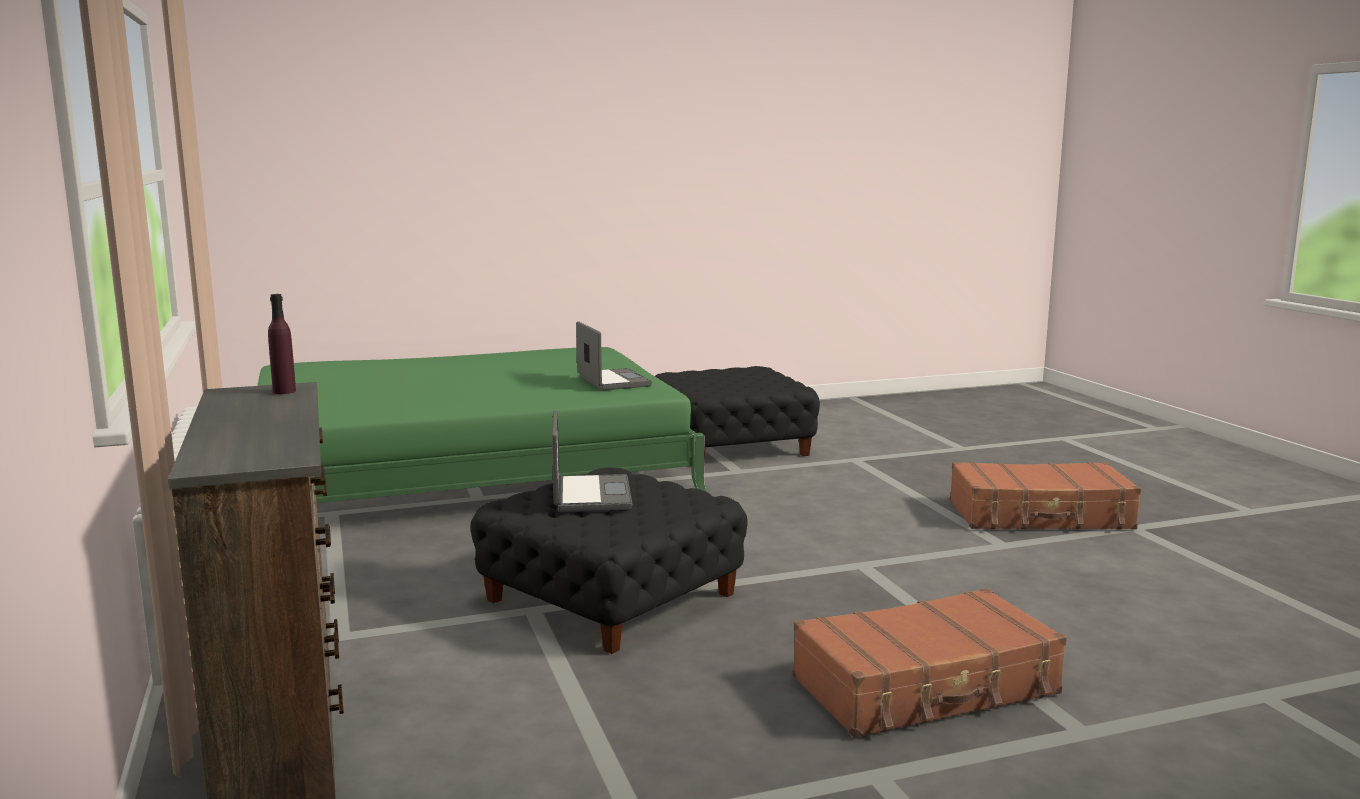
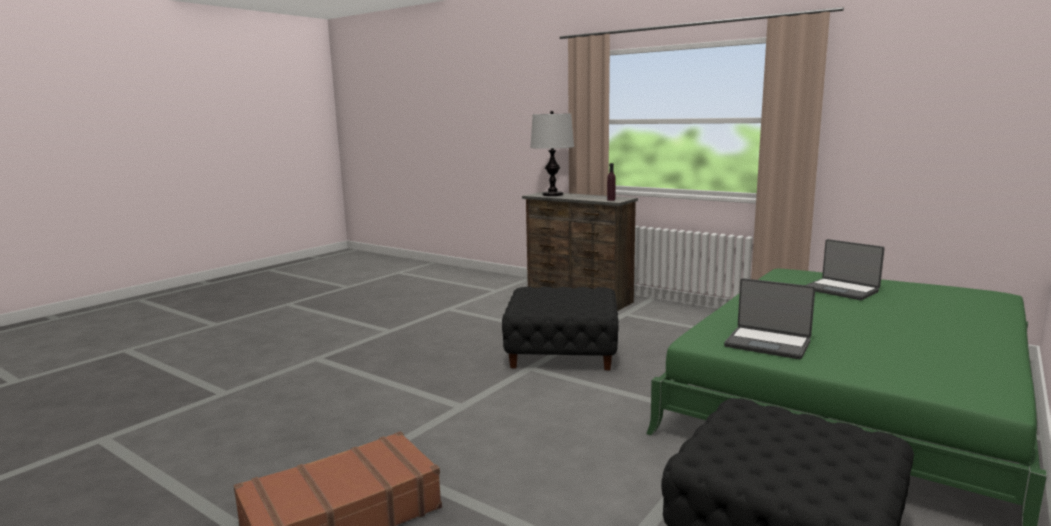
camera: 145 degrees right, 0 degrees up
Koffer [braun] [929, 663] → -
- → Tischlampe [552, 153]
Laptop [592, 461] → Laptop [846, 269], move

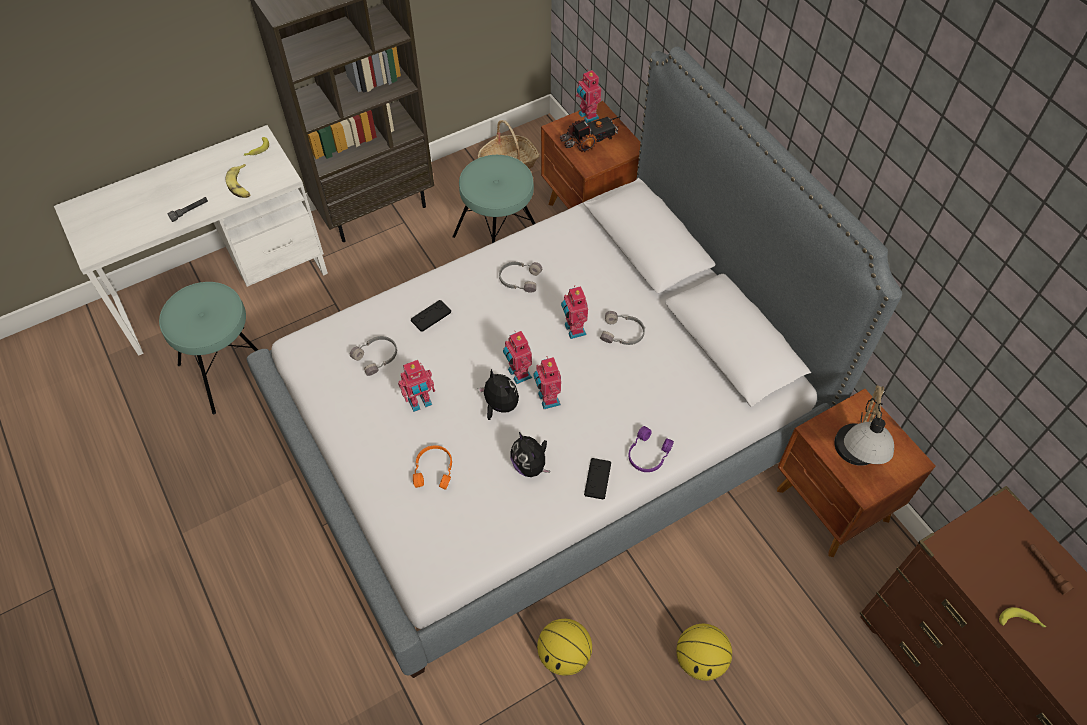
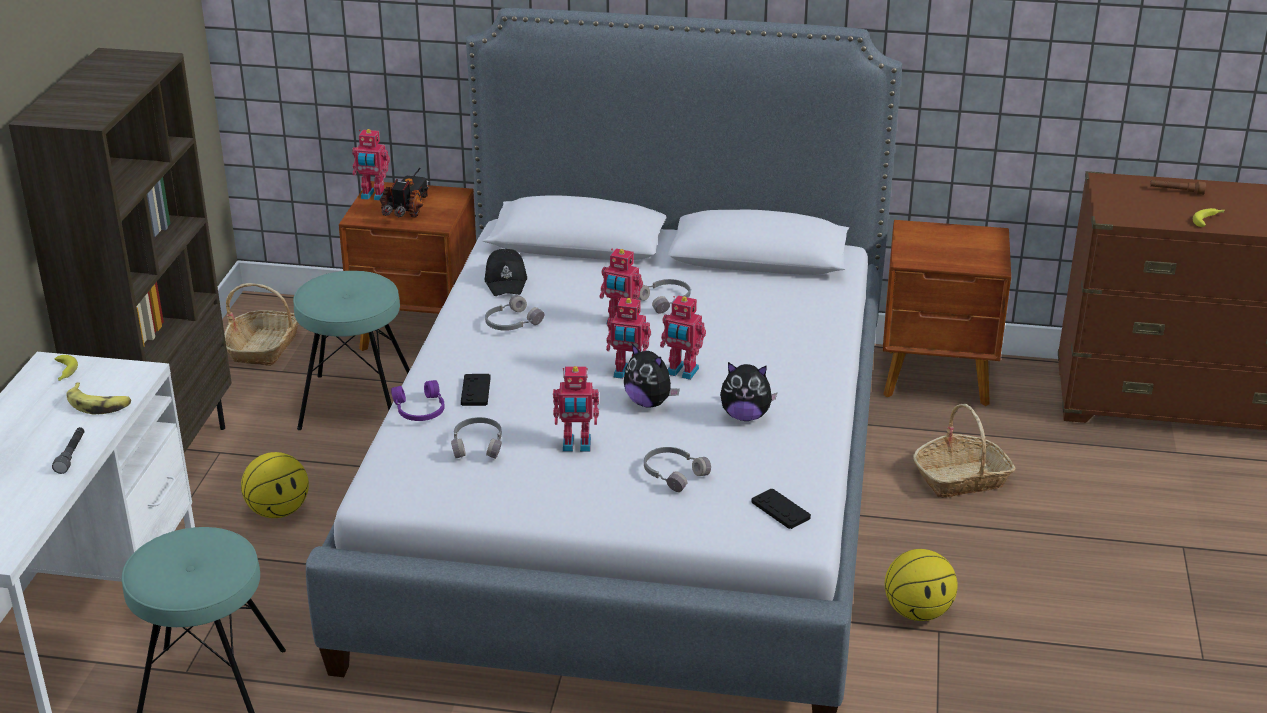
camera: 50 degrees left, 25 degrees down
Tischlampe [864, 425] → -
- → Kappe [schwarz] [506, 272]
- → Korb [964, 451]
Gamepad [schwarz] [597, 479] → Gamepad [schwarz] [781, 509], move
Kopfhörer [lila] [651, 449] → Kopfhörer [lila] [418, 400], move
Basketball [704, 652] → Basketball [275, 485], move
Kopfhörer [orange] [432, 467] → Kopfhörer [grau] [677, 469]
Spielzeugroboter [416, 386] → Spielzeugroboter [576, 409], 75 degrees clockwise
Plüschtier [498, 394] → Plüschtier [652, 376], 135 degrees counterclockwise

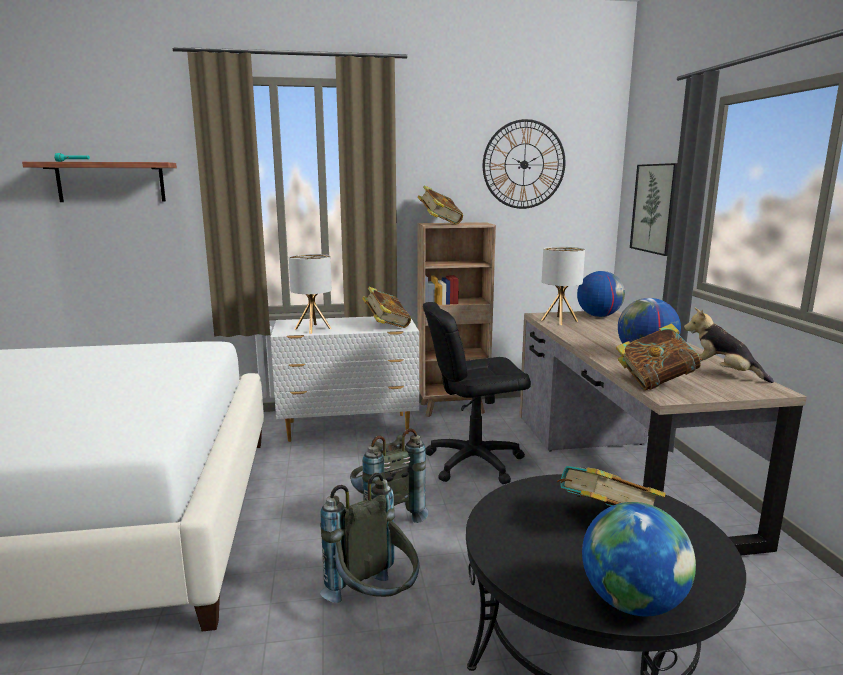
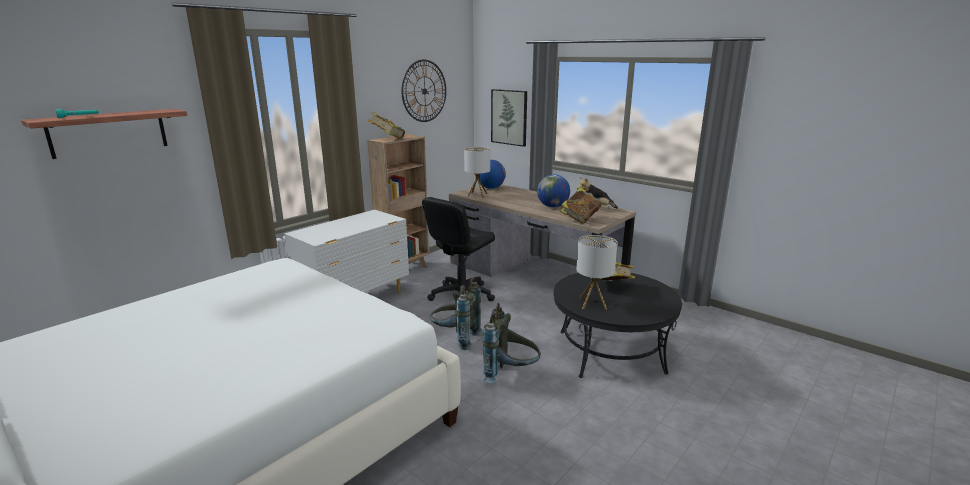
camera: 40 degrees left, 5 degrees up
Buch [386, 307] → -
Globus [639, 559] → -
Tischlampe [310, 294] → Tischlampe [596, 272], move

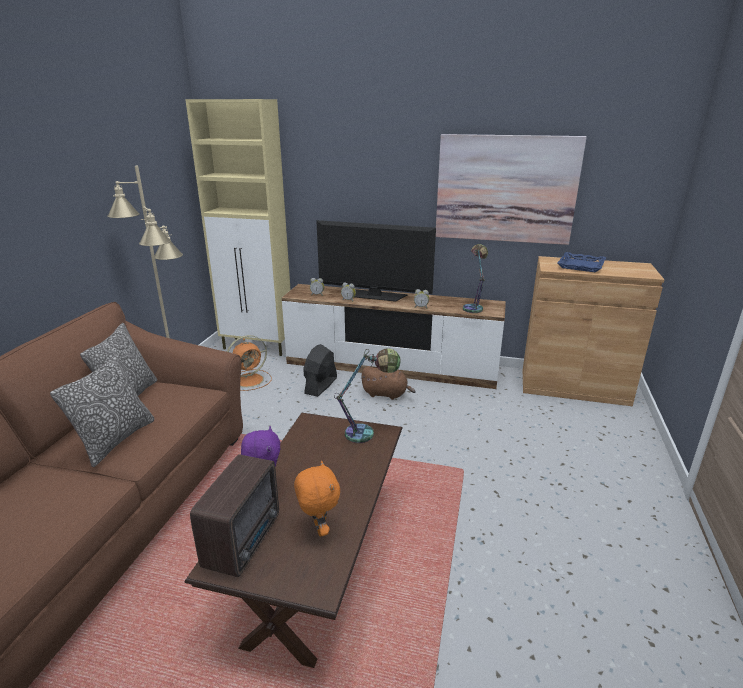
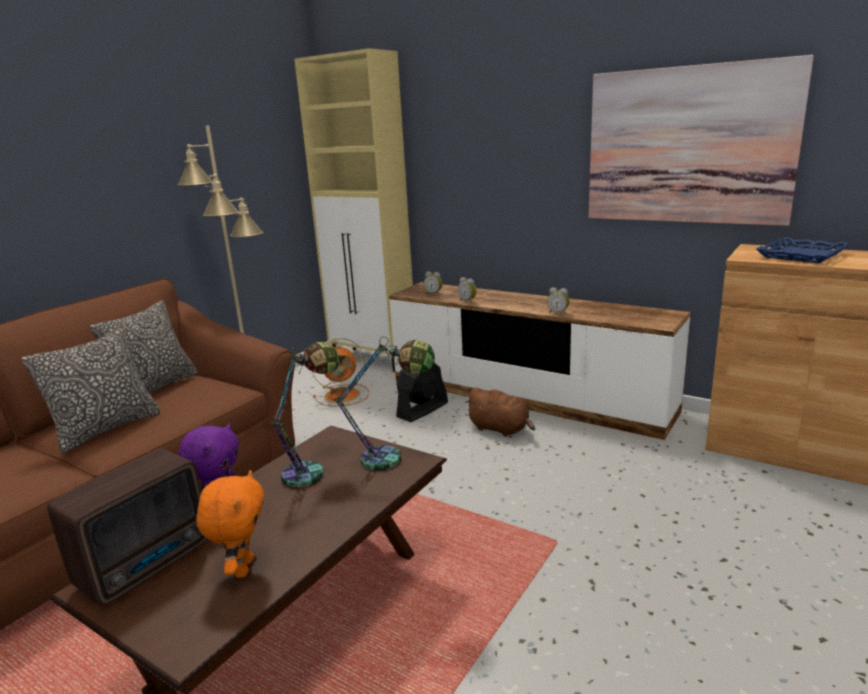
camera: 20 degrees right, 5 degrees down
Fernseher [376, 261] → -
Tischlampe [475, 278] → Tischlampe [304, 415], move

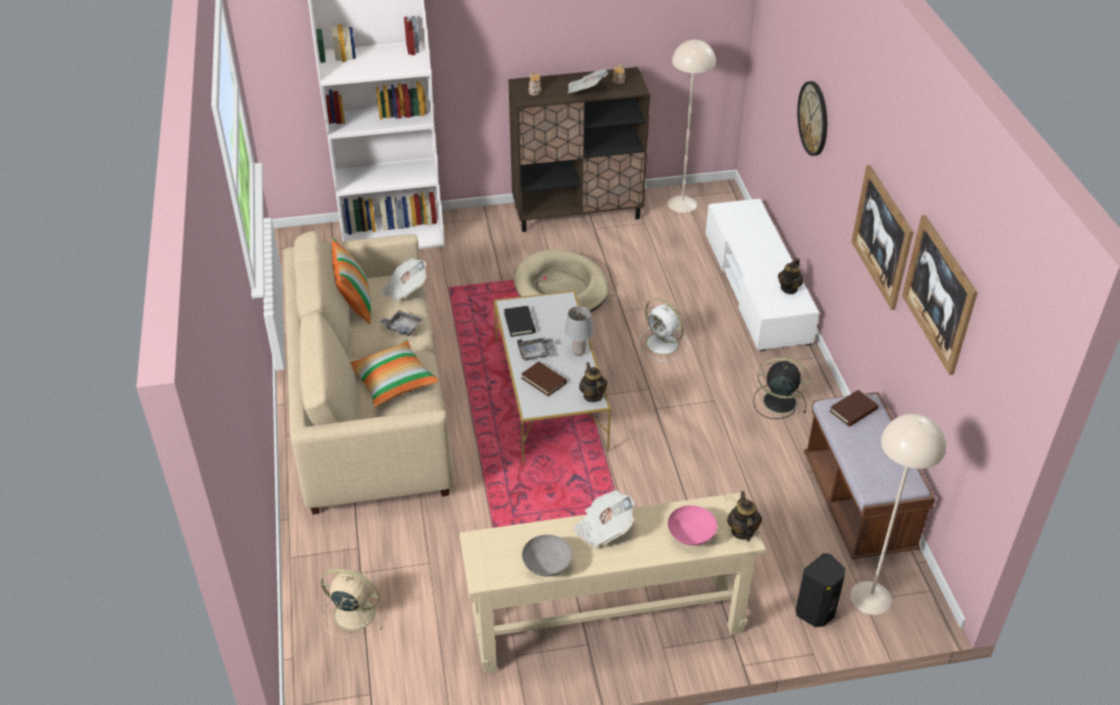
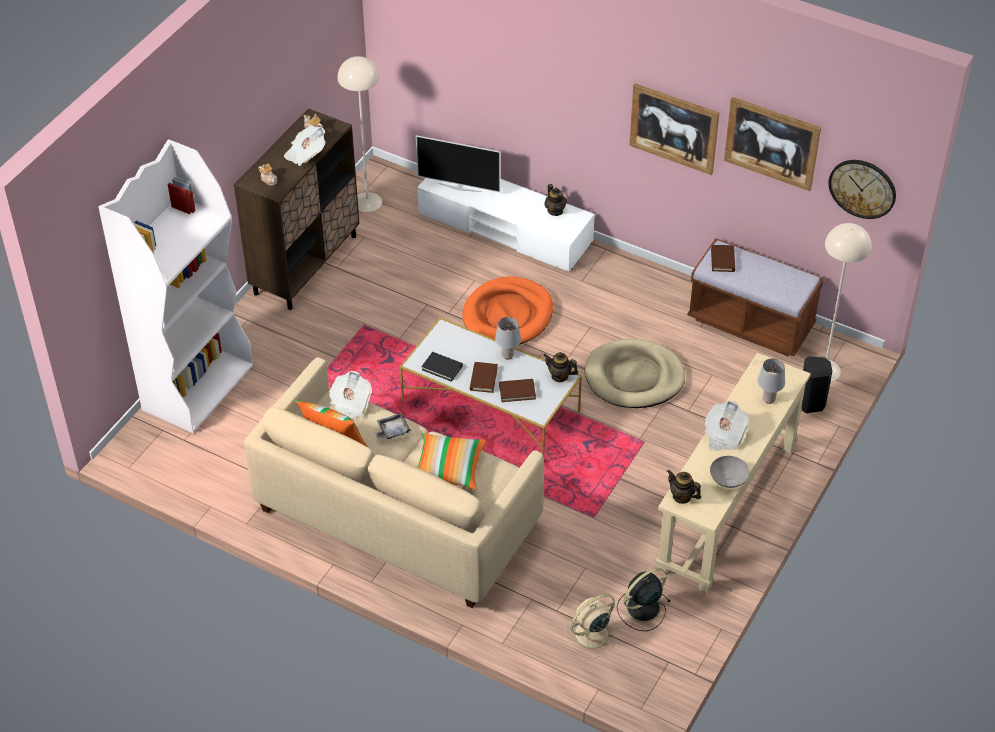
camera: 50 degrees left, 5 degrees up
- → Fernseher [458, 163]
Hundebett [beige] [561, 280] → Hundebett [beige] [634, 373], move
Teekanne [744, 516] → Teekanne [684, 487], move
Ventilator [schwarz] [781, 388] → Ventilator [schwarz] [644, 599], move
Wanduhr [812, 118] → Wanduhr [862, 189], move
Tablett [grau] [535, 349] → Buch [braun] [484, 377]
Ventilator [weiß] [663, 329] → Hundebett [orange] [507, 310]
Schüssel [rosa] [692, 525] → Tischlampe [grau] [771, 381]

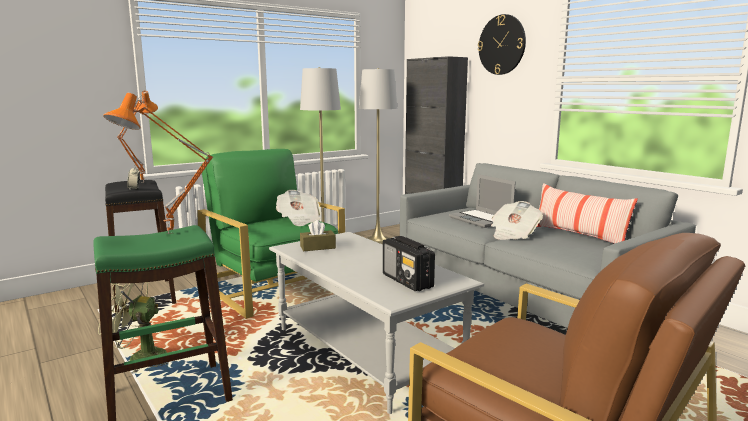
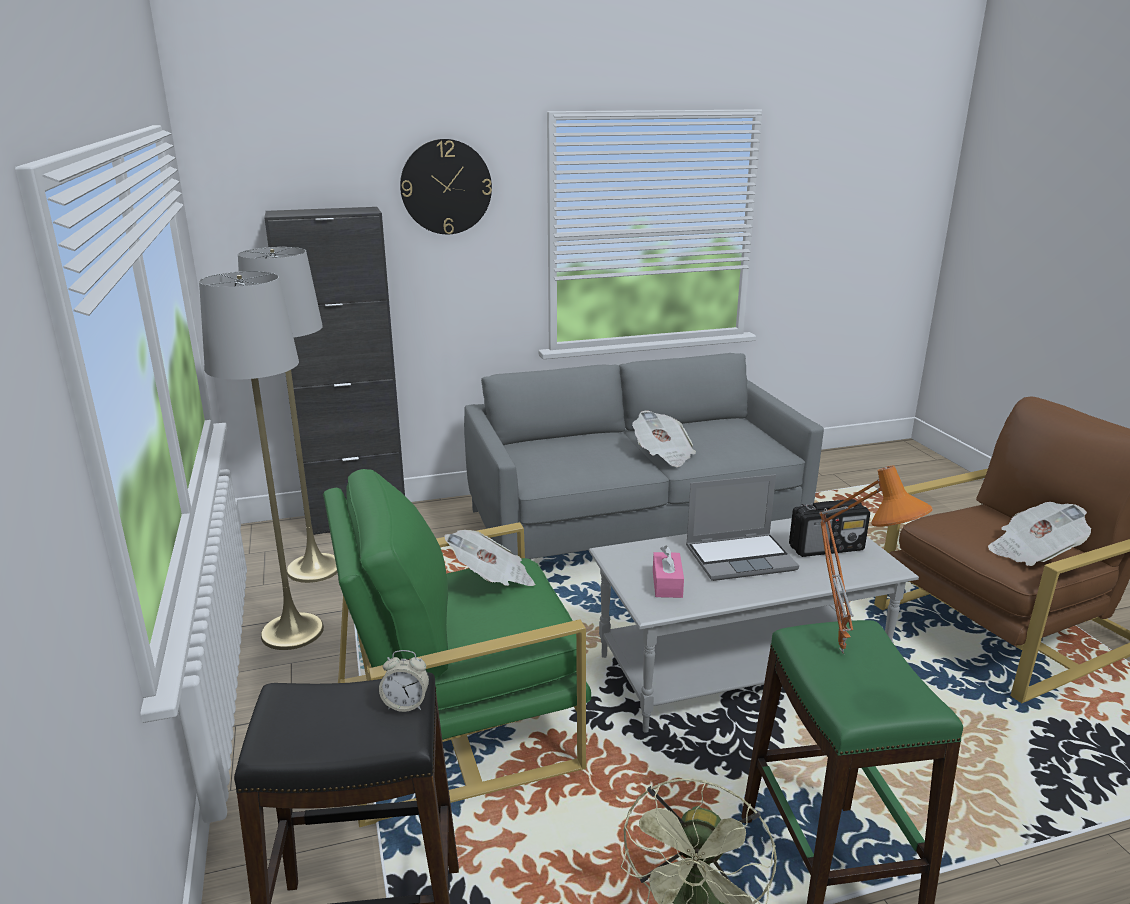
camera: 70 degrees left, 10 degrees up
Tischlampe [orange] [137, 136] → -
Kissen [587, 213] → -
- → Zeitung [1039, 534]
Laptop [482, 201] → Laptop [742, 527], move
Taschentuchbox [braun] [318, 235] → Taschentuchbox [rosa] [668, 571]

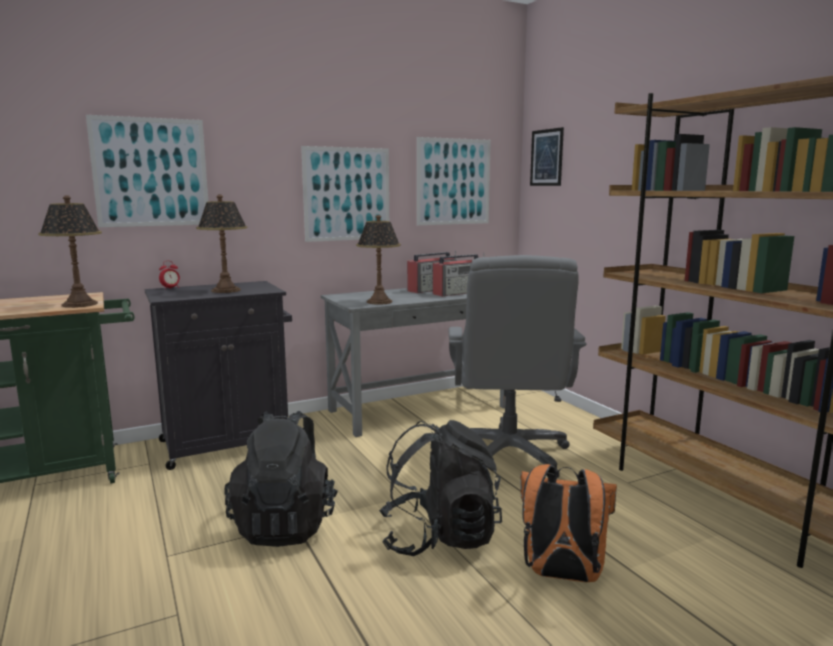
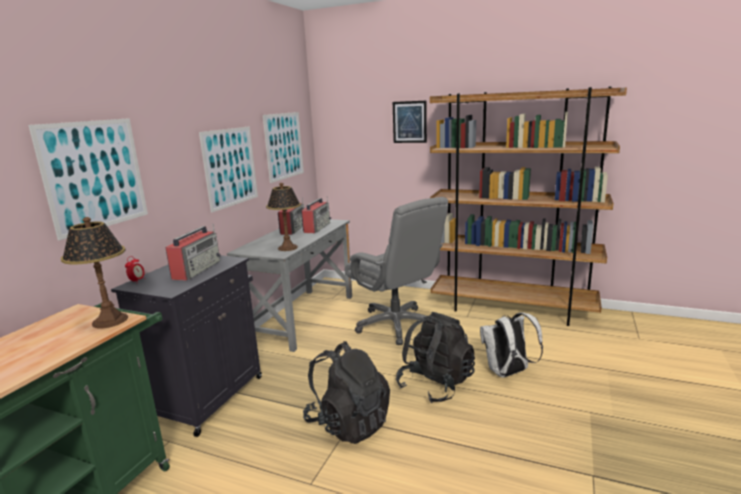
camera: 40 degrees left, 5 degrees up
Bild [547, 156] → Bild [410, 122], move
Tischlampe [221, 243] → Radio [193, 252]
Rucksack [orange] [568, 523] → Rucksack [weiß] [511, 345]

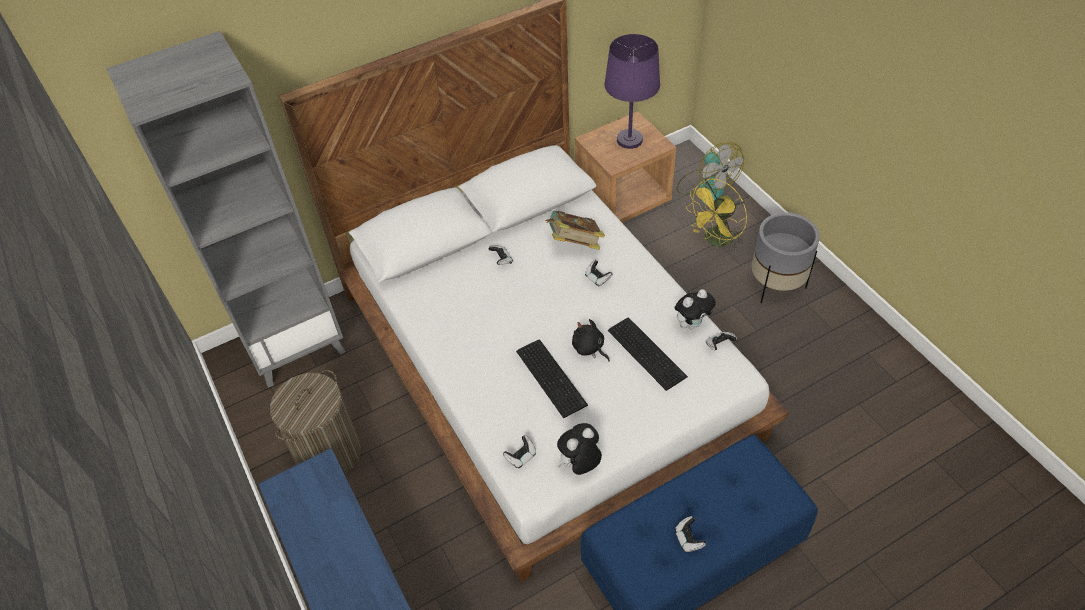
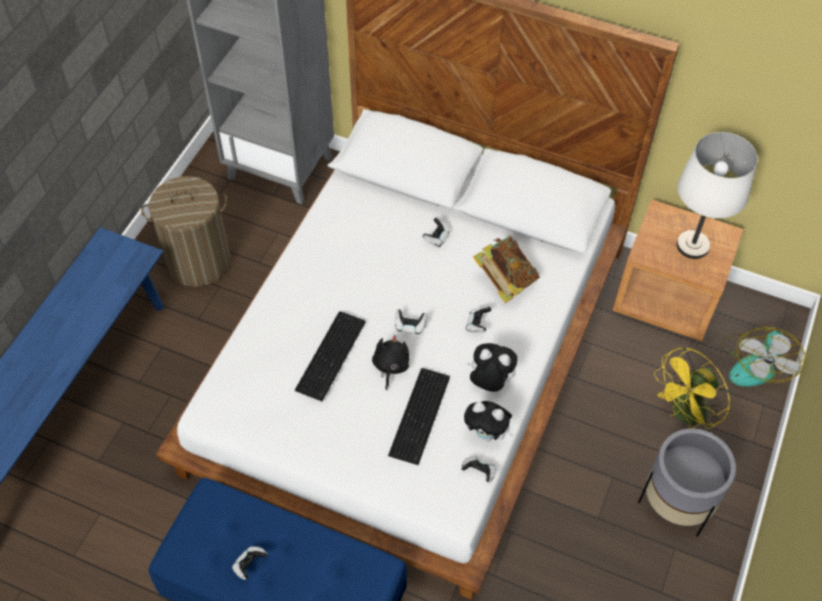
camera: 50 degrees right, 5 degrees up
Gamepad [519, 451] → Gamepad [411, 321], move
Plüschtier [579, 449] → Plüschtier [492, 367], move
Tischlampe [lila] [632, 91] → Tischlampe [weiß] [717, 195]
Ventilator [gelb] [716, 214] → Ventilator [gelb] [692, 390], 45 degrees counterclockwise

